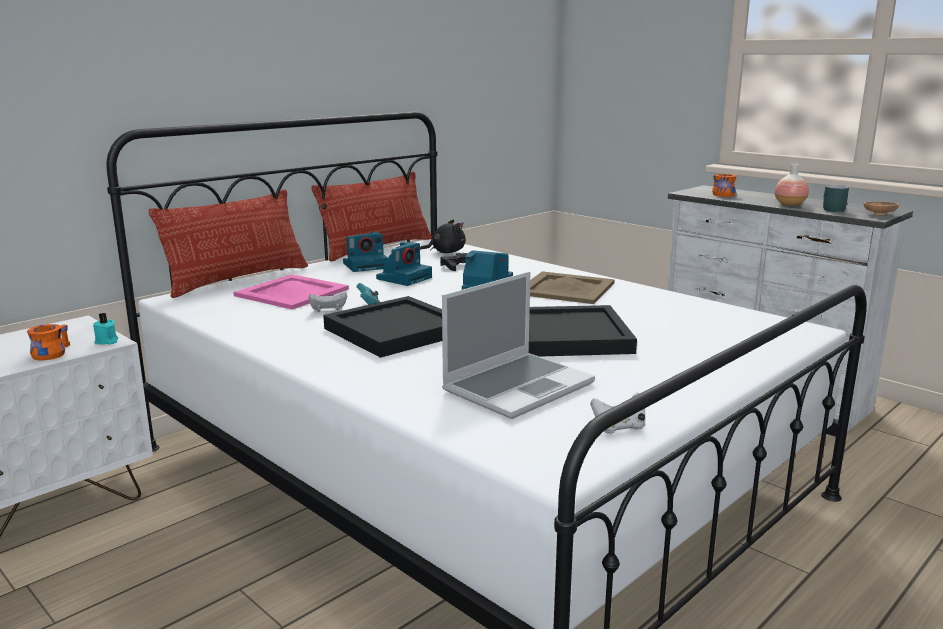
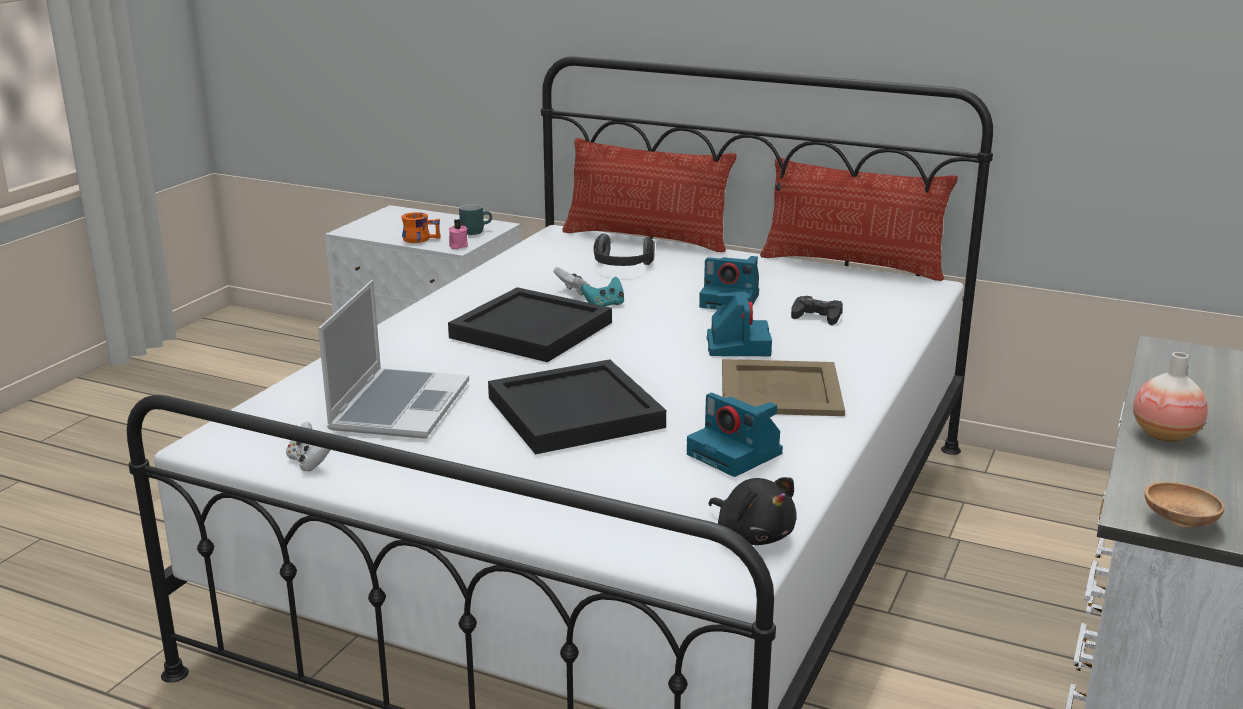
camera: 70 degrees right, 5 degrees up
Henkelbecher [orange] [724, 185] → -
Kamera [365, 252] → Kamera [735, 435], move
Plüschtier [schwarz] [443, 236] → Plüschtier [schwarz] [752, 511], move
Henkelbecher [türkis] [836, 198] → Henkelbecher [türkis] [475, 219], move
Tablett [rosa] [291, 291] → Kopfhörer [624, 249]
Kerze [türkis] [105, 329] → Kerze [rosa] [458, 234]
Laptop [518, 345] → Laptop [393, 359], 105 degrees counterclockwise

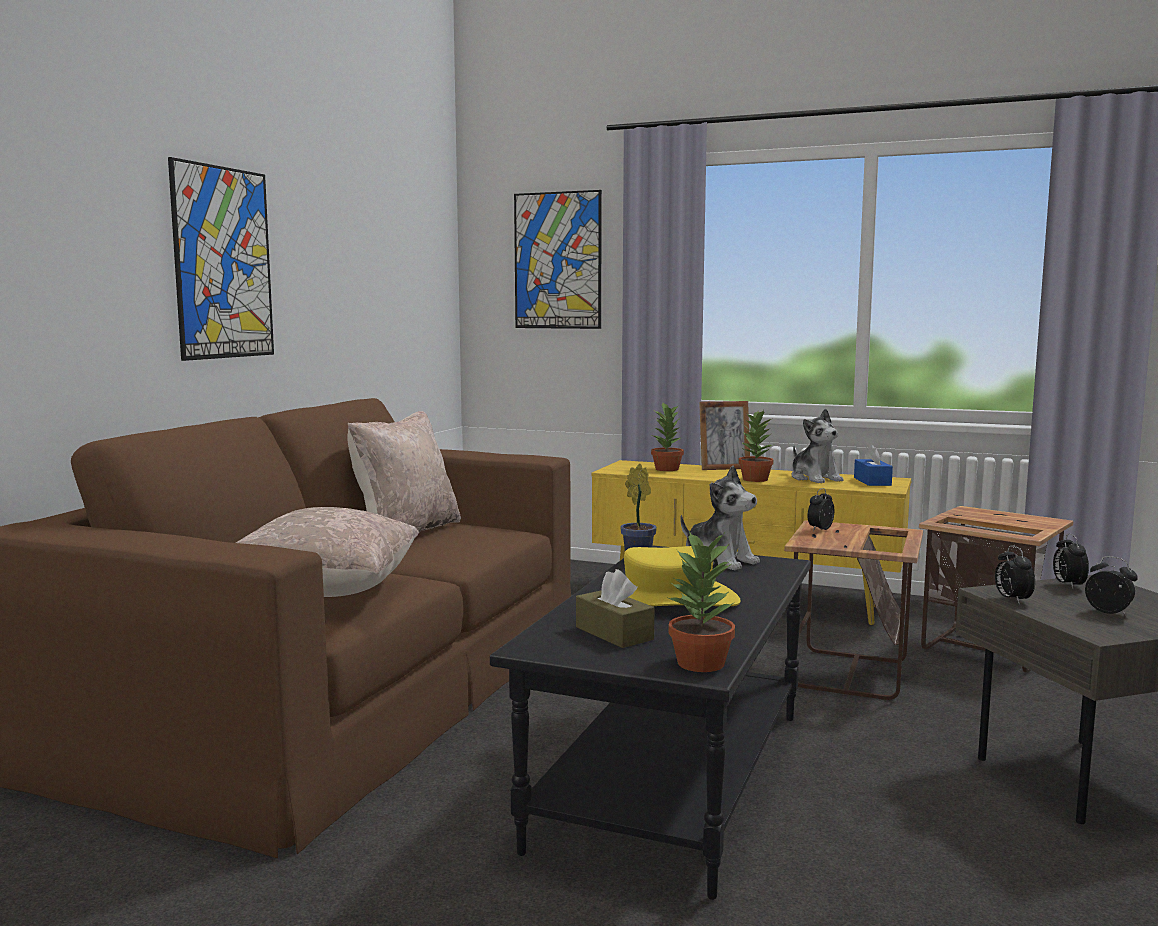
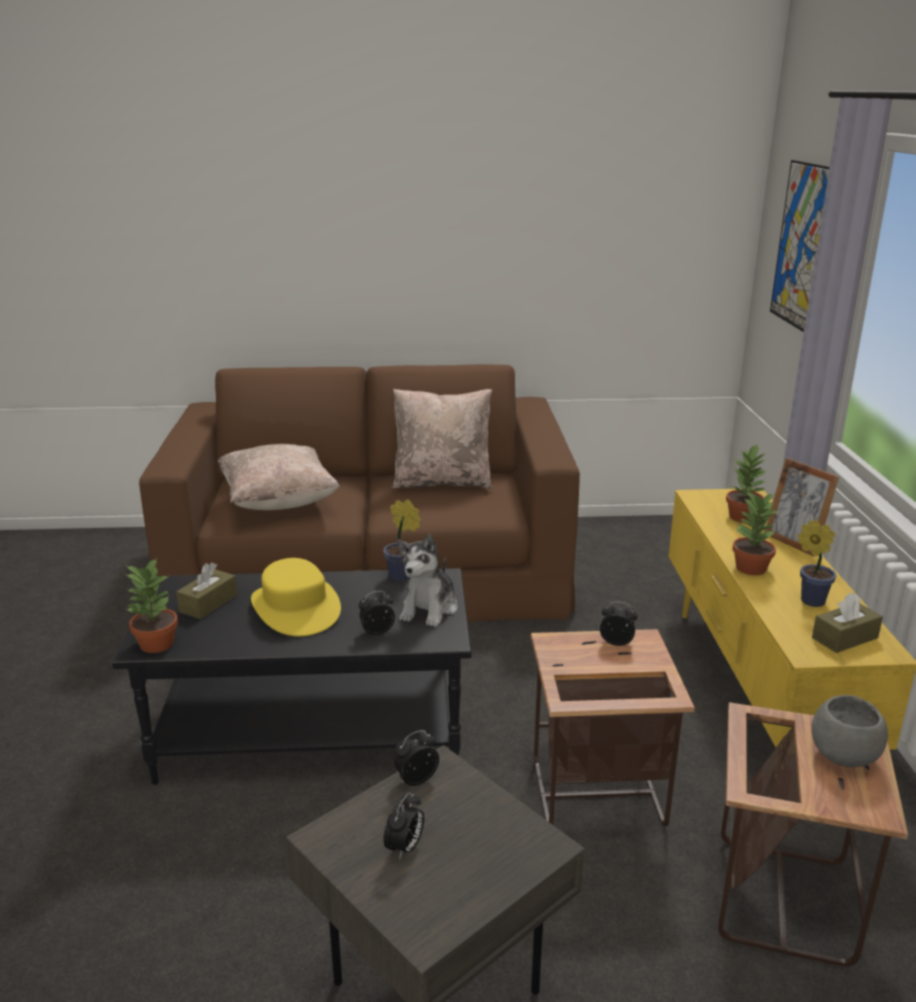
camera: 65 degrees right, 15 degrees up
Bild [221, 259] → -
- → Schüssel [grau] [850, 731]
Wecker [1071, 561] → Wecker [377, 613], move
Plüschtier [817, 446] → Topfpflanze [817, 563]
Taschentuchbox [blau] [873, 465] → Taschentuchbox [braun] [847, 622]

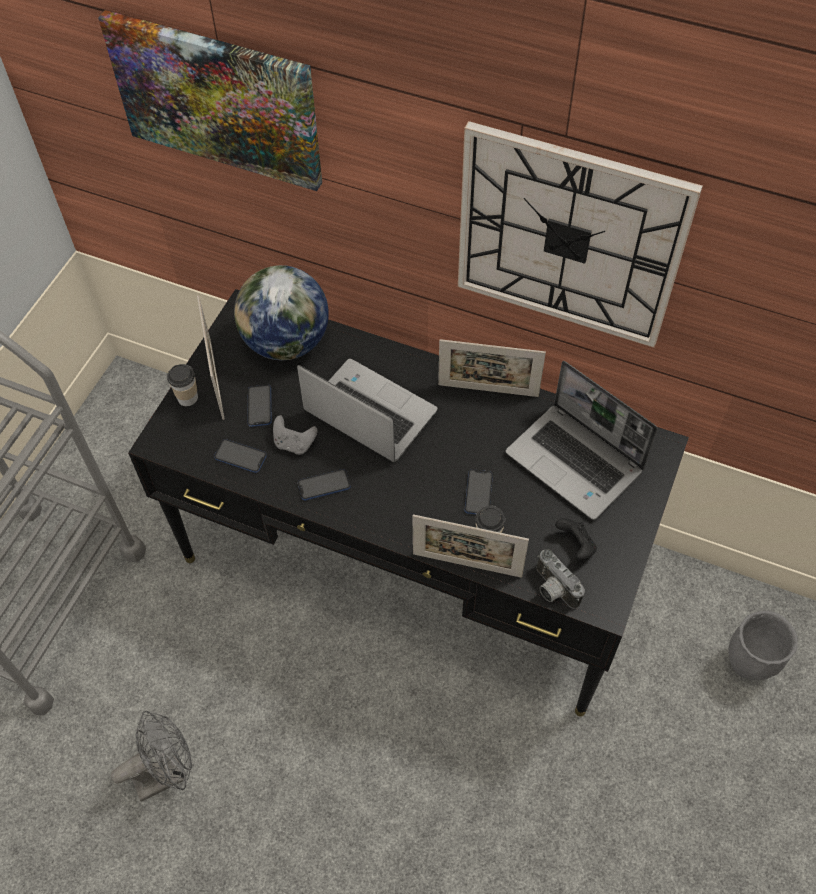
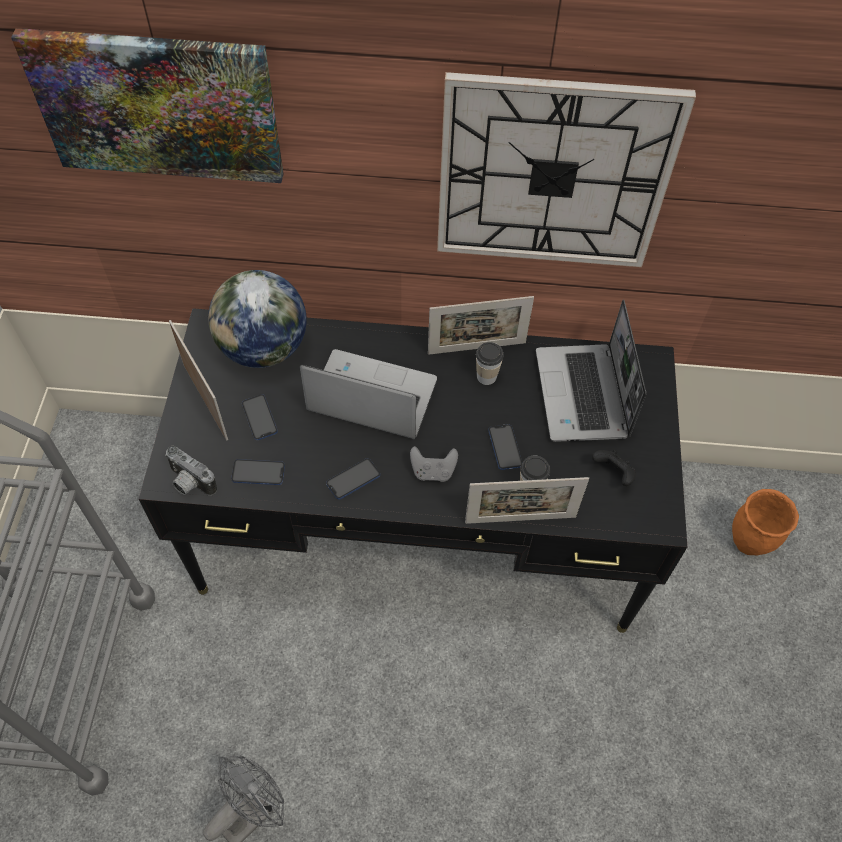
camera: 20 degrees left, 0 degrees up
Tasse [182, 385] → Tasse [490, 363], move
Gamepad [grau] [295, 435] → Gamepad [grau] [434, 464], move
Kamera [560, 579] → Kamera [191, 470], move
Pflanzkübel [grau] [763, 645] → Pflanzkübel [orange] [765, 522]
Laptop [582, 440] → Laptop [591, 370], 60 degrees clockwise

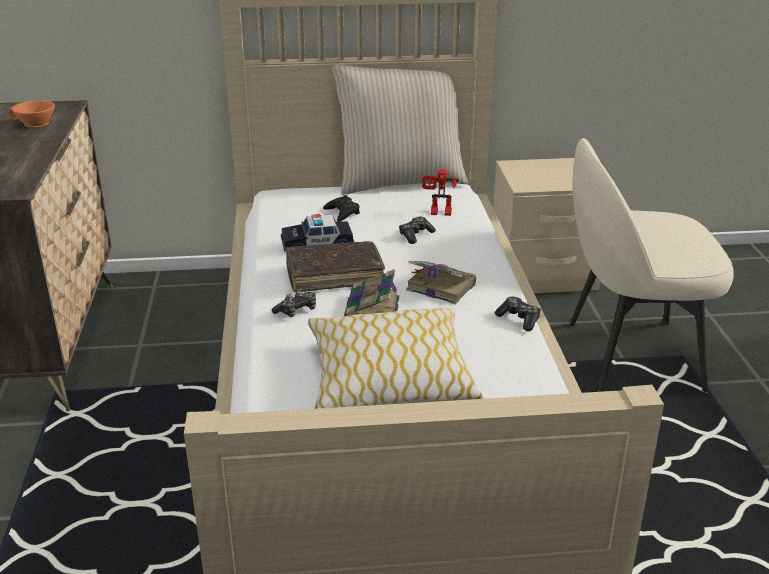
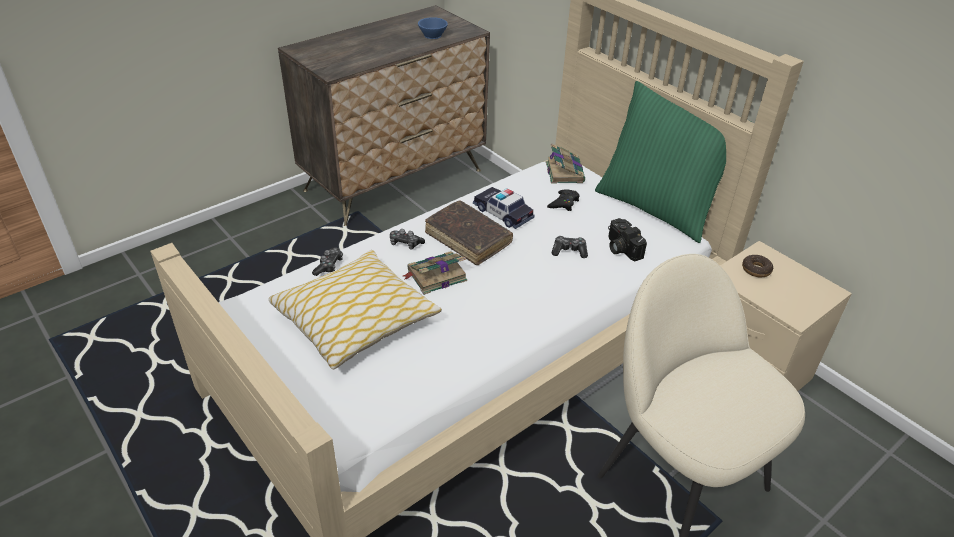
camera: 55 degrees right, 10 degrees up
- → Donut [757, 266]
Buch [441, 283] → Buch [565, 163], move
Gamepad [518, 313] → Gamepad [327, 262], move
Spielzeugroboter [440, 192] → Kamera [627, 239]
Tasse [orange] [31, 114] → Tasse [blau] [433, 28]
Kissen [beige] [400, 130] → Kissen [grün] [660, 162]

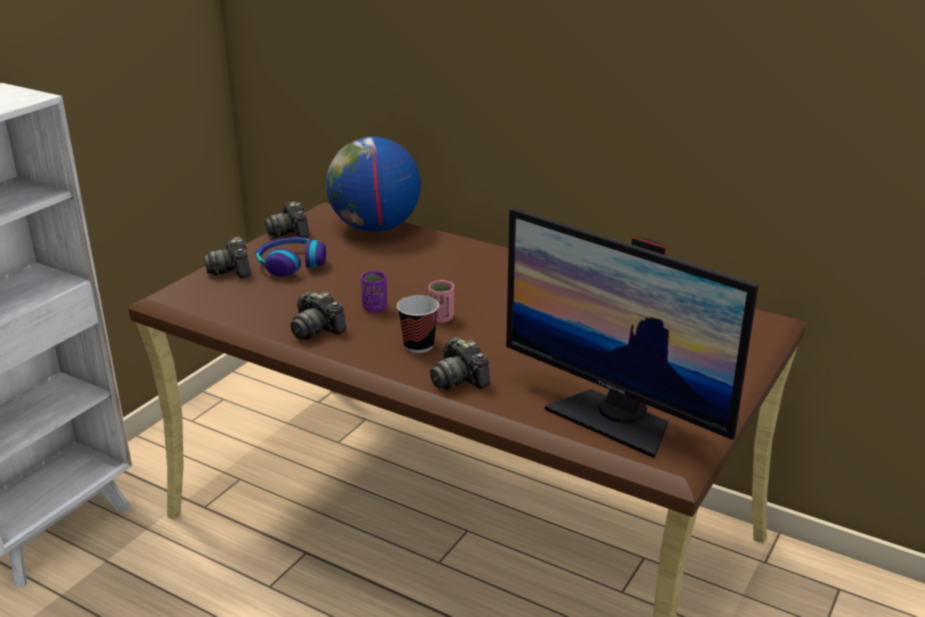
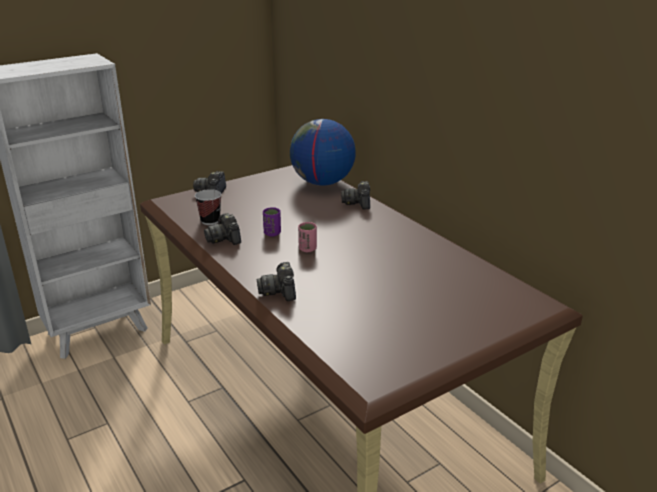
camera: 25 degrees right, 0 degrees up
Kopfhörer [291, 257] → -
Monitor [632, 333] → -
Kamera [287, 219] → Kamera [355, 195], move
Tasse [418, 324] → Tasse [208, 207], move

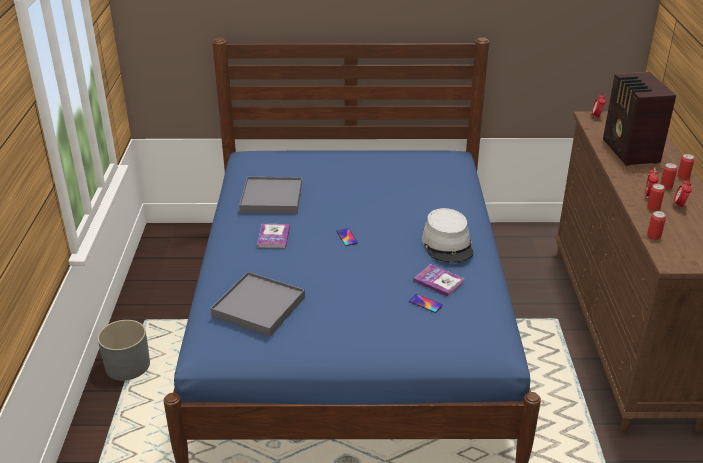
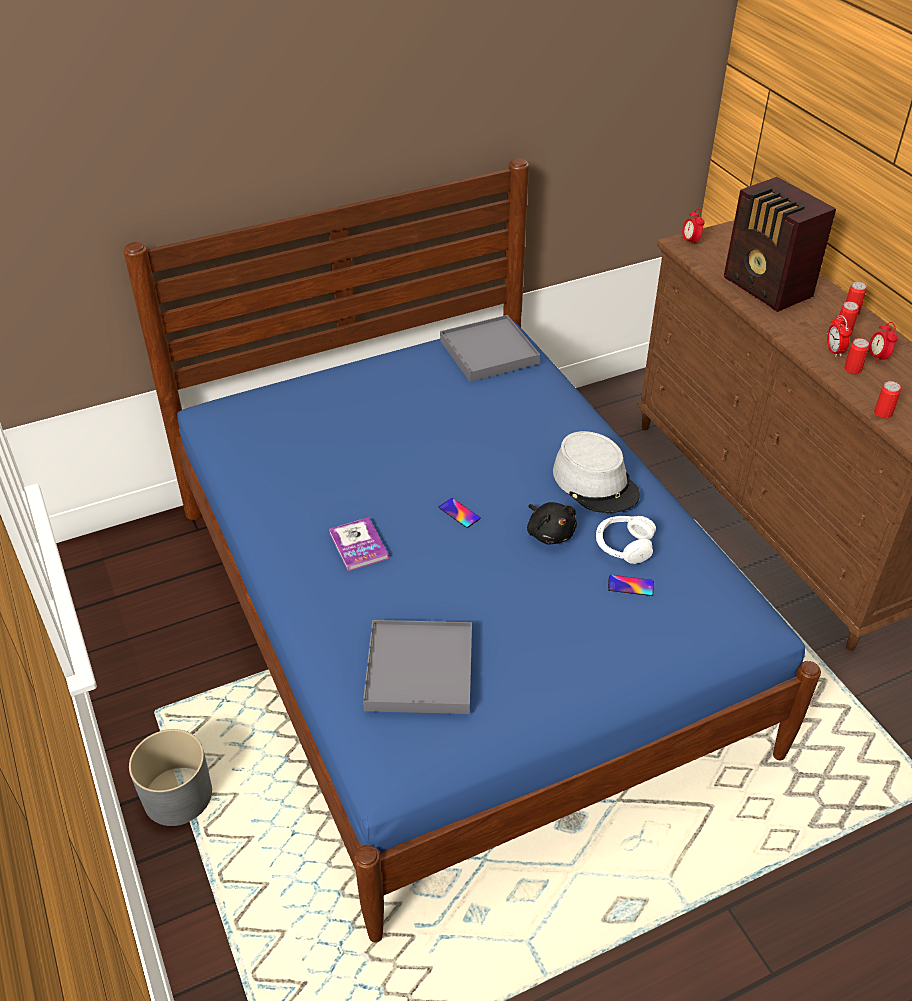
camera: 25 degrees left, 10 degrees up
- → Plüschtier [schwarz] [552, 523]
Tablett [grau] [270, 195] → Tablett [grau] [490, 348], move
Buch [438, 280] → Kopfhörer [weiß] [626, 540]

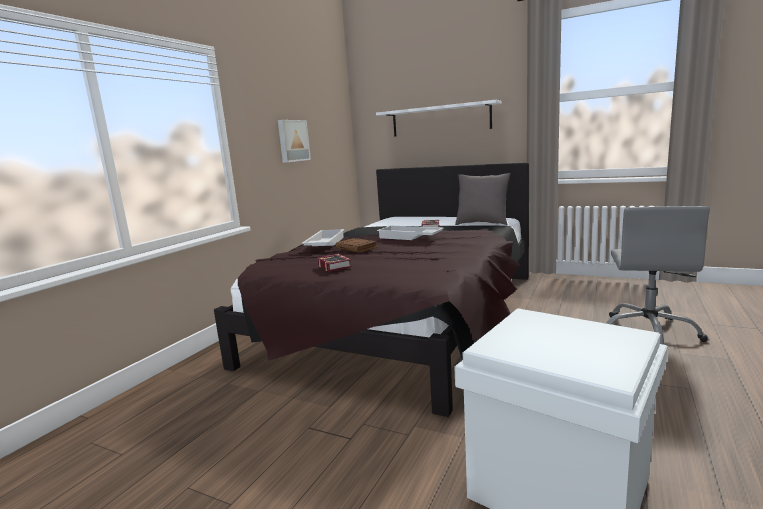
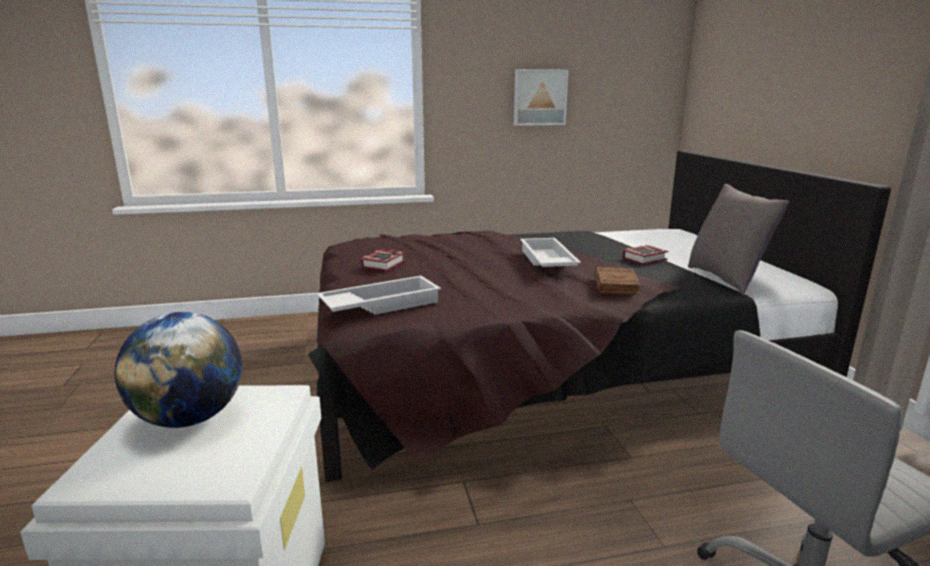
camera: 50 degrees right, 5 degrees up
Wandregal [weiß] [439, 118] → -
- → Globus [178, 370]
Tablett [weiß] [323, 237] → Tablett [weiß] [379, 295], move
Buch [braun] [356, 245] → Buch [braun] [617, 281], move

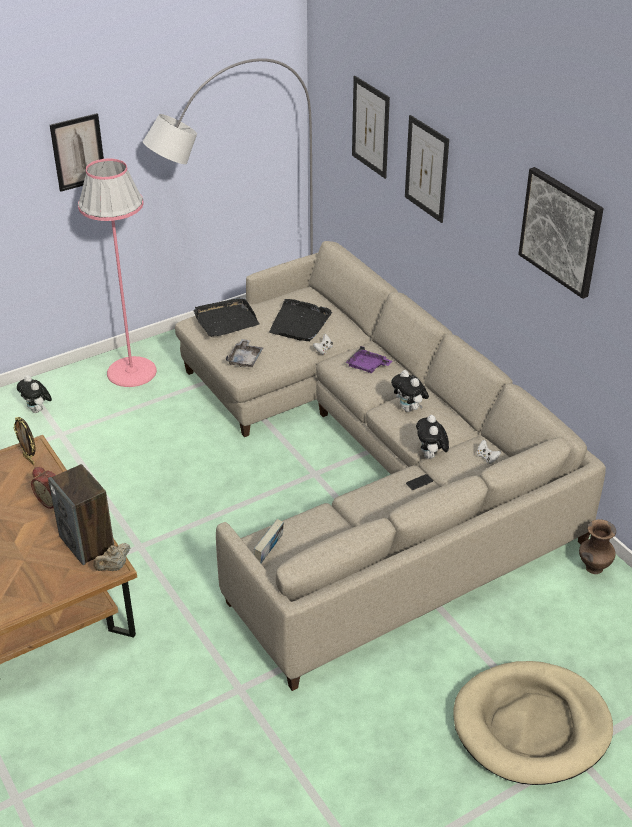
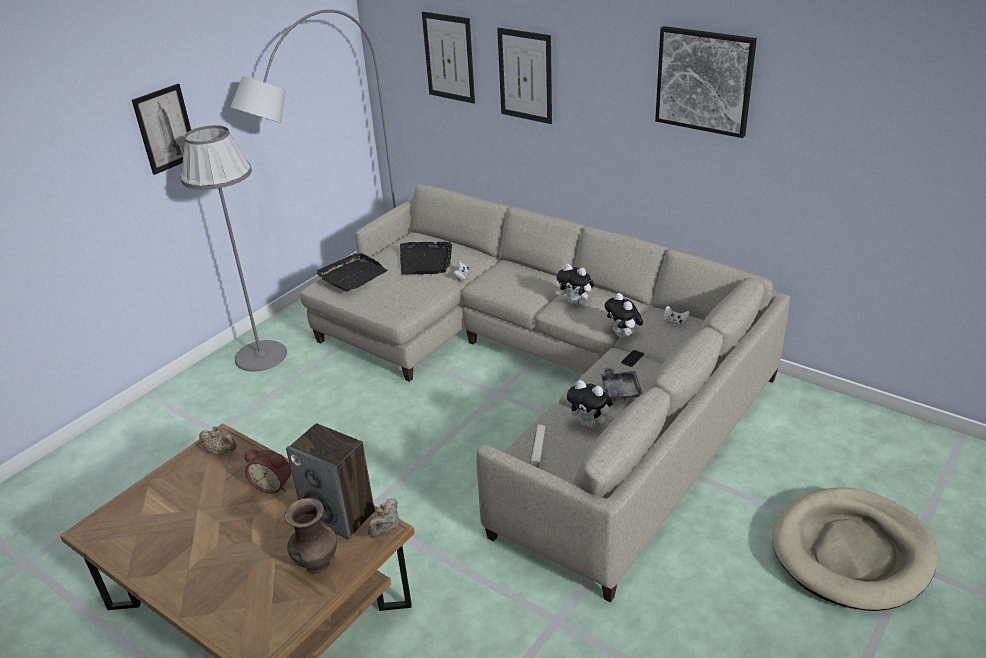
camera: 20 degrees left, 5 degrees down
Tablett [lila] [369, 359] → -
Plüschtier [34, 394] → Plüschtier [590, 404], move
Tablett [grau] [244, 353] → Tablett [grau] [622, 384], move
Vase [braun] [597, 546] → Vase [braun] [310, 536], move
Bilderrahmen [25, 441] → Teekanne [beige] [217, 440]
Stehlampe [rosa] [117, 272] → Stehlampe [grau] [233, 248]

